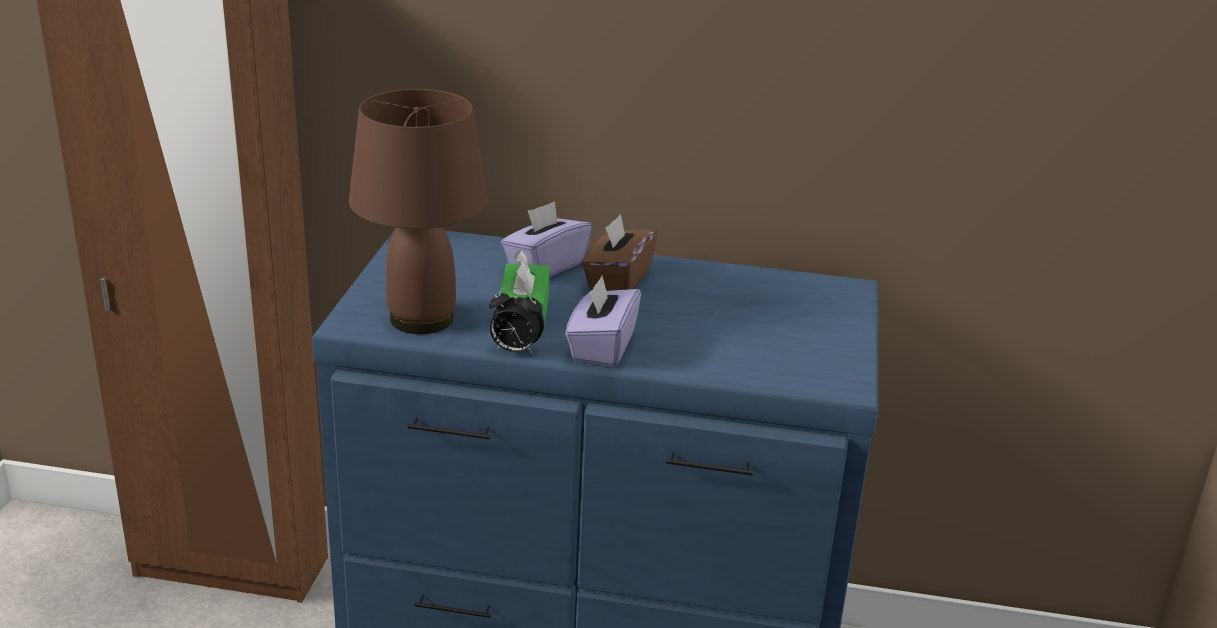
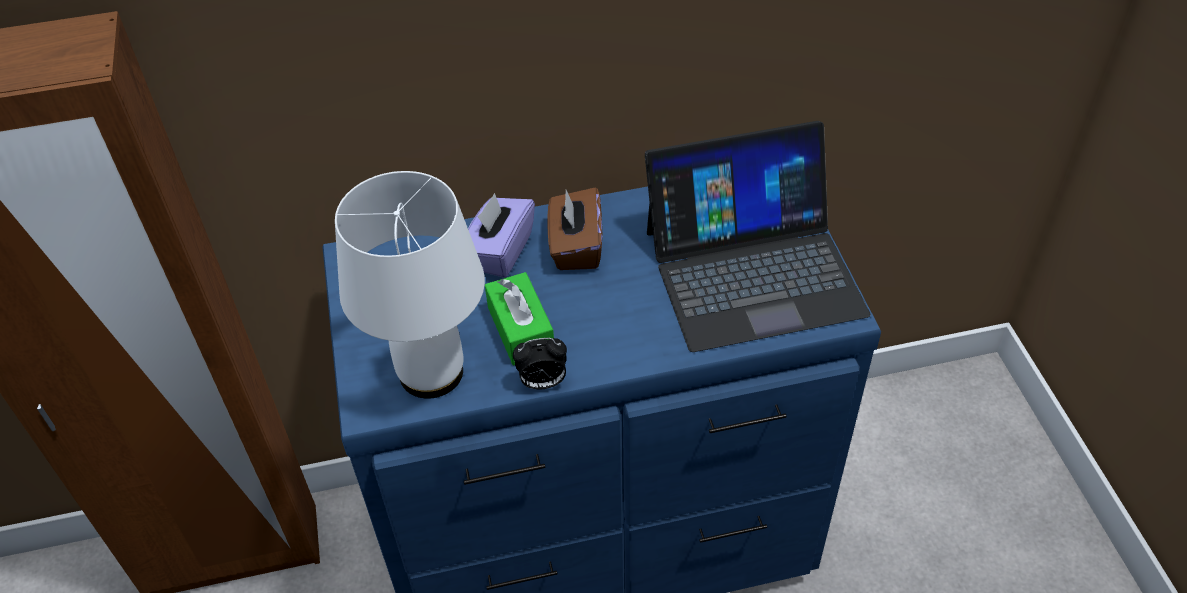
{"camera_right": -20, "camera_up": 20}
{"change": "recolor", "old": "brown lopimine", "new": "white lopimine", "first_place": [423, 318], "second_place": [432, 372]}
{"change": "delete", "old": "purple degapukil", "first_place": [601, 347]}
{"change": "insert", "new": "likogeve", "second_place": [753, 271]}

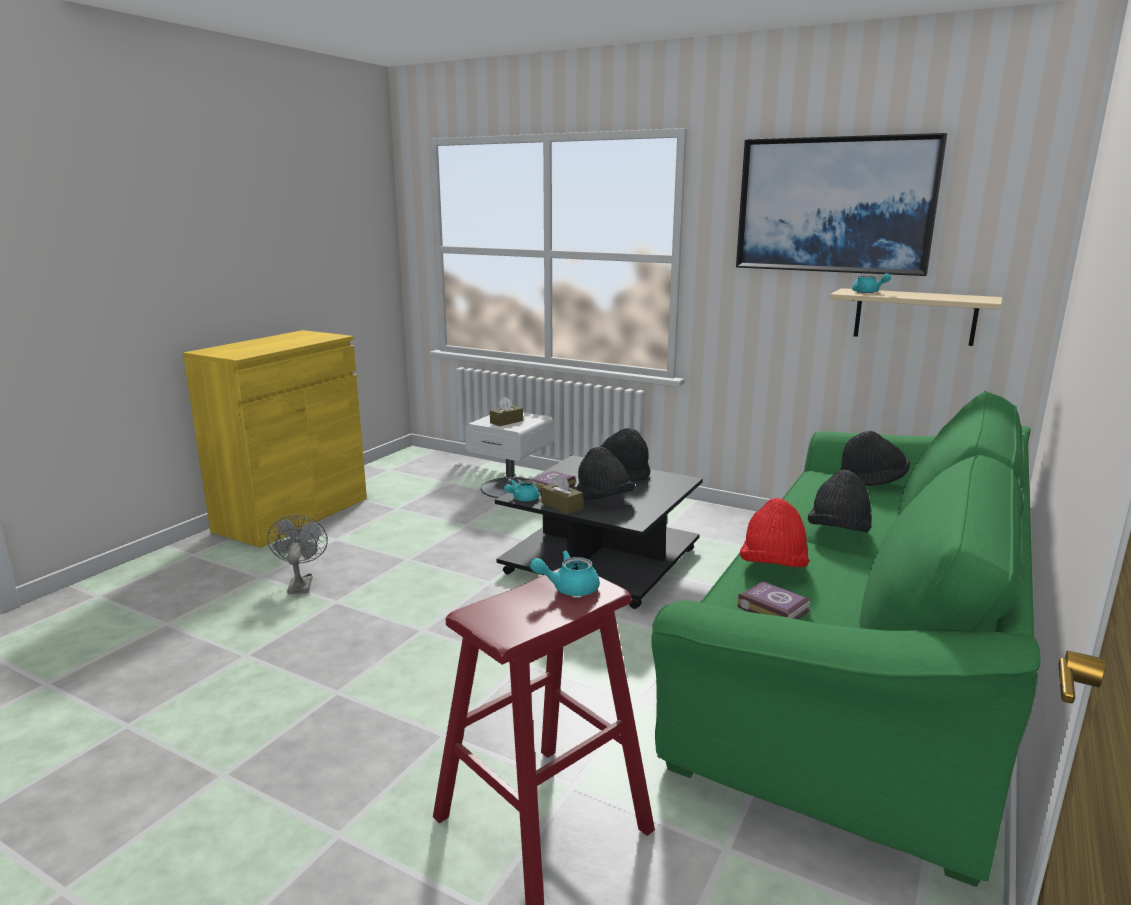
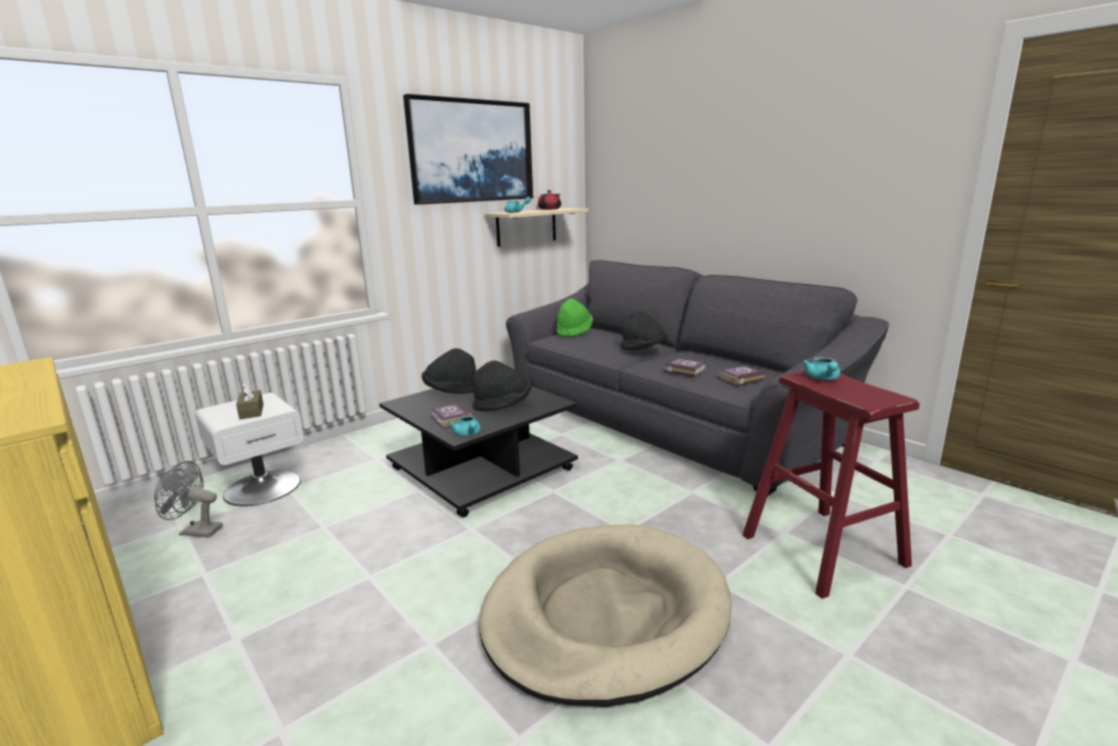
{"camera_right": -70, "camera_up": 0}
{"change": "move", "old": "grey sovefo", "first_place": [300, 583], "second_place": [195, 531]}
{"change": "delete", "old": "brown degapukil", "first_place": [561, 505]}
{"change": "recolor", "old": "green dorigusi", "new": "grey dorigusi", "first_place": [862, 657], "second_place": [666, 417]}
{"change": "replace", "old": "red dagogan", "new": "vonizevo", "first_place": [772, 567], "second_place": [685, 370]}
{"change": "recolor", "old": "black dagogan", "new": "green dagogan", "first_place": [871, 482], "second_place": [574, 332]}
{"change": "insert", "new": "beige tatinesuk", "second_place": [605, 615]}
{"change": "insert", "new": "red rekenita", "second_place": [550, 209]}

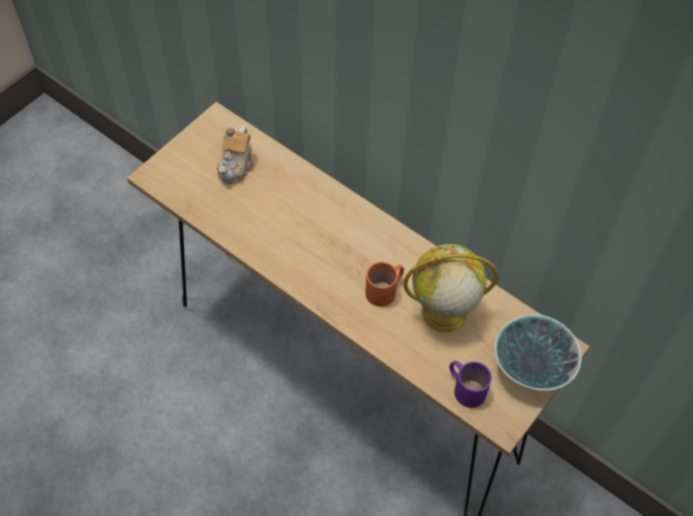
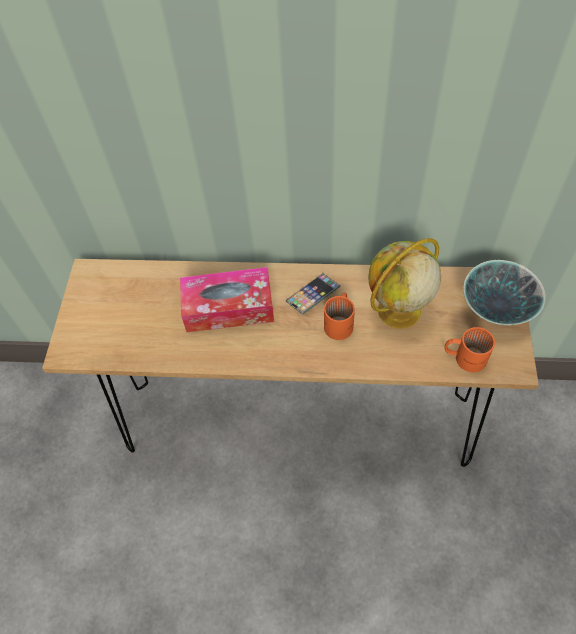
{"camera_right": -30, "camera_up": 0}
{"change": "delete", "old": "rekenita", "first_place": [236, 166]}
{"change": "recolor", "old": "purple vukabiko", "new": "orange vukabiko", "first_place": [466, 387], "second_place": [464, 356]}
{"change": "insert", "new": "degapukil", "second_place": [229, 308]}
{"change": "insert", "new": "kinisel", "second_place": [313, 295]}

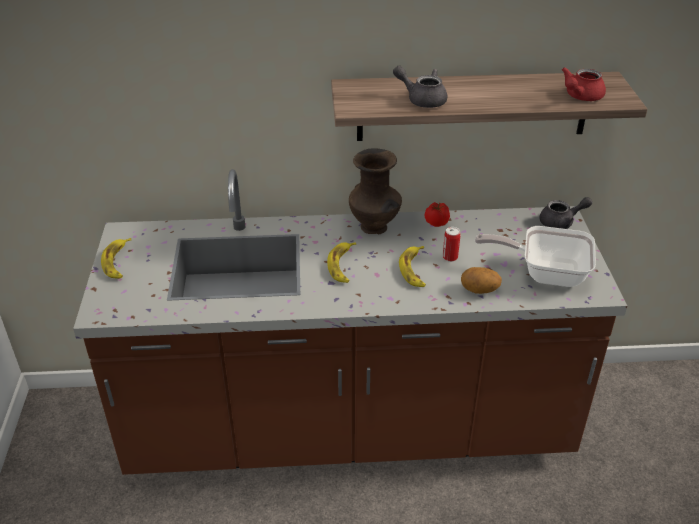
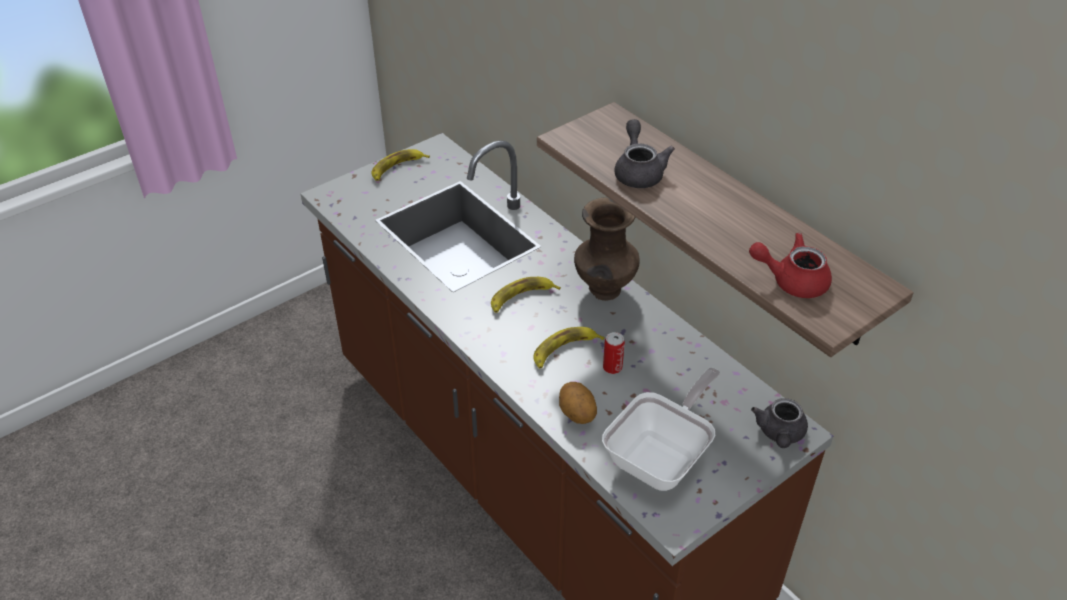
{"camera_right": 55, "camera_up": 5}
{"change": "delete", "old": "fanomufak", "first_place": [436, 222]}
{"change": "rotate", "old": "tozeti", "first_place": [545, 273], "second_place": [662, 457], "degrees": 60}
{"change": "rotate", "old": "grey rekenita", "first_place": [561, 222], "second_place": [779, 434], "degrees": 60}

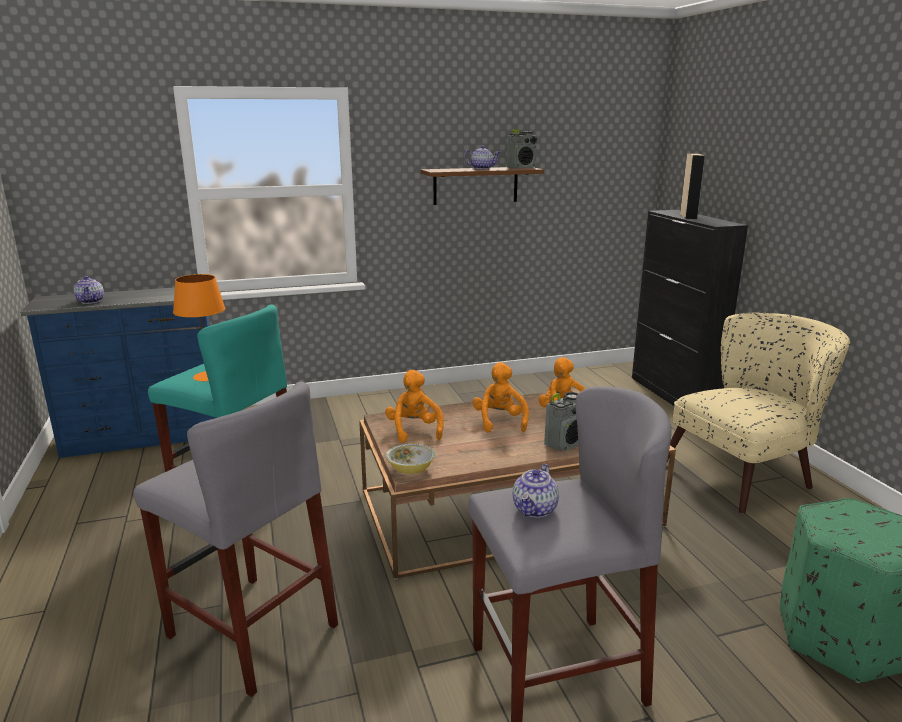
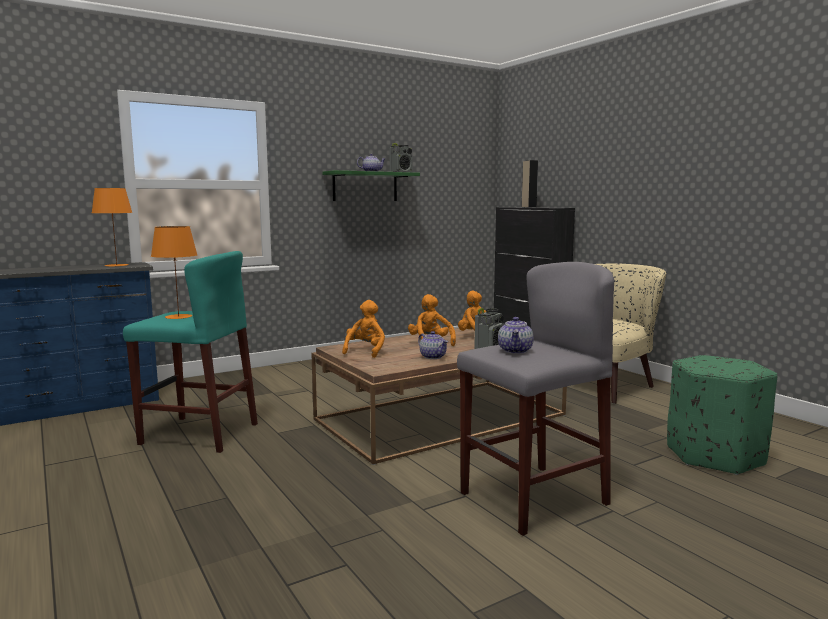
{"camera_right": -15, "camera_up": -10}
{"change": "move", "old": "rekenita", "first_place": [91, 301], "second_place": [433, 356]}
{"change": "delete", "old": "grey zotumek", "first_place": [252, 630]}
{"change": "rotate", "old": "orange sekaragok", "first_place": [414, 430], "second_place": [365, 351], "degrees": 45}
{"change": "delete", "old": "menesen", "first_place": [411, 469]}
{"change": "recolor", "old": "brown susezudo", "new": "green susezudo", "first_place": [475, 185], "second_place": [365, 186]}
{"change": "insert", "new": "orange lopimine", "second_place": [116, 265]}

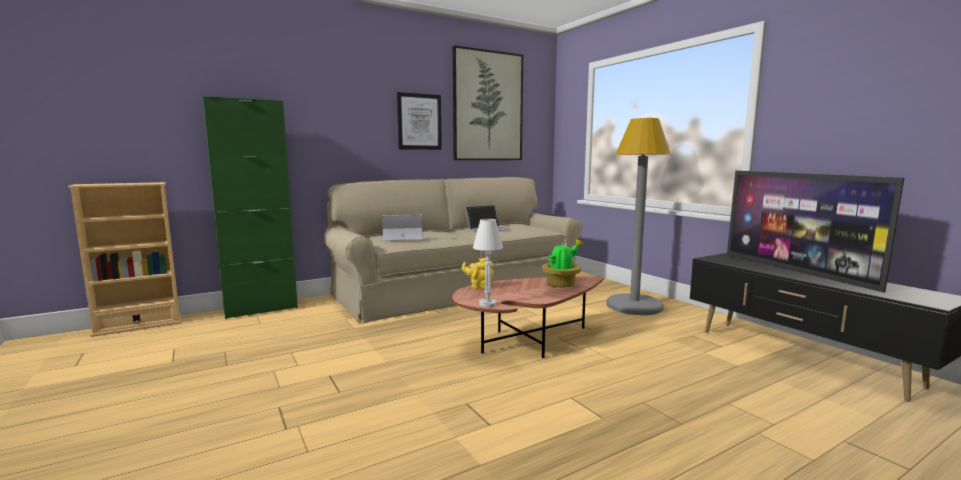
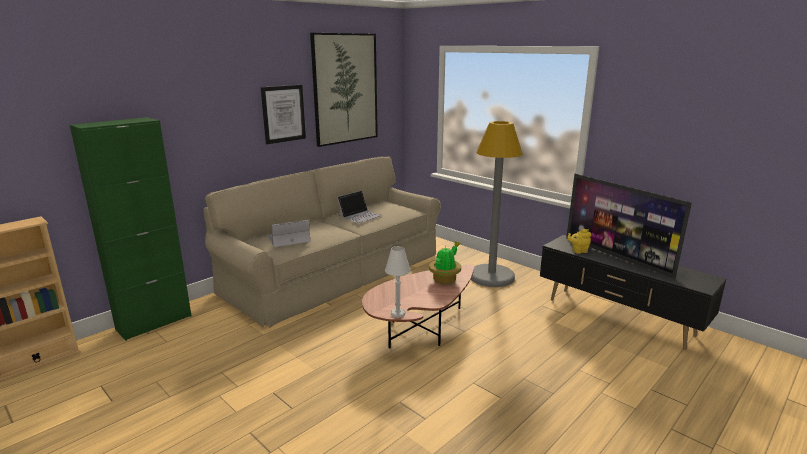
{"camera_right": -15, "camera_up": 10}
{"change": "move", "old": "yellow rekenita", "first_place": [479, 286], "second_place": [578, 251]}

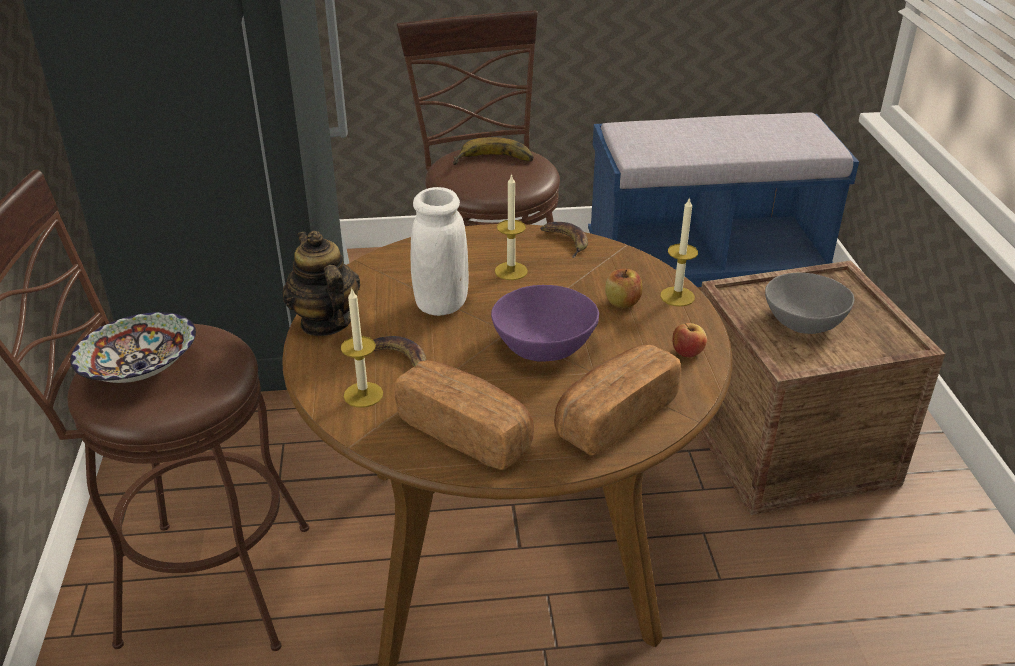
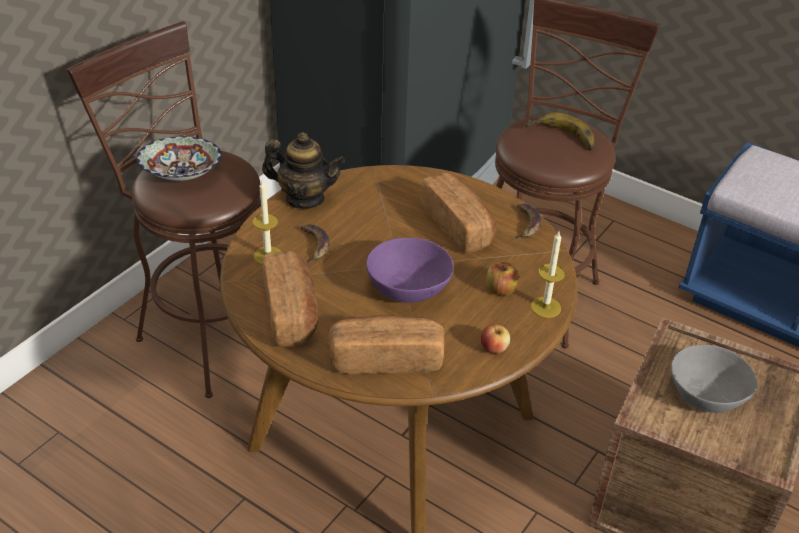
{"camera_right": 40, "camera_up": 5}
{"change": "rotate", "old": "rekenita", "first_place": [325, 322], "second_place": [304, 198], "degrees": 90}
{"change": "delete", "old": "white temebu", "first_place": [442, 304]}
{"change": "replace", "old": "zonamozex", "new": "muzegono", "first_place": [511, 271], "second_place": [458, 226]}

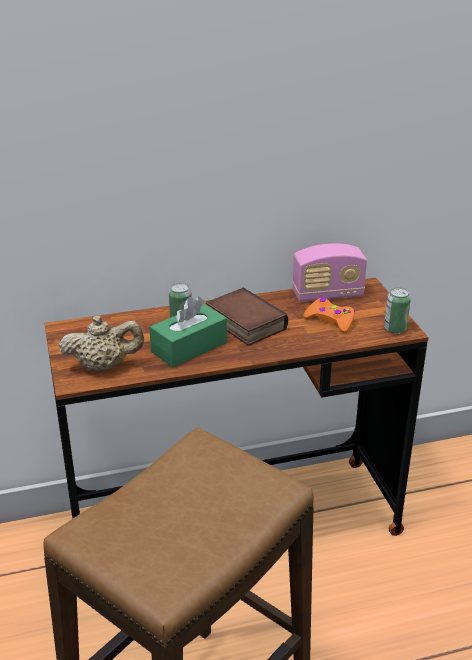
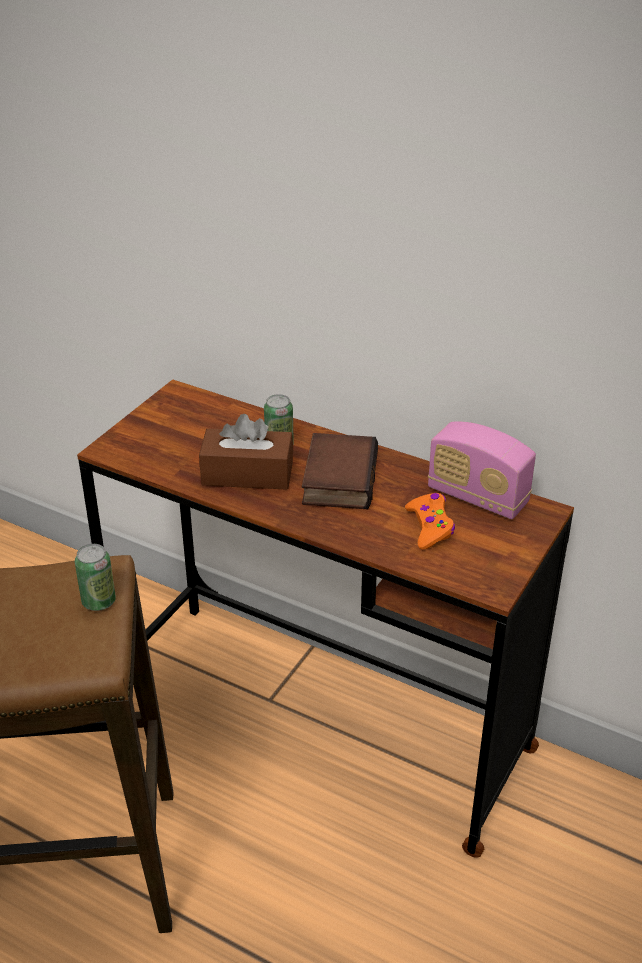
{"camera_right": 45, "camera_up": 5}
{"change": "delete", "old": "beige rekenita", "first_place": [104, 366]}
{"change": "recolor", "old": "green degapukil", "new": "brown degapukil", "first_place": [189, 347], "second_place": [247, 474]}
{"change": "move", "old": "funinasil", "first_place": [395, 329], "second_place": [99, 601]}

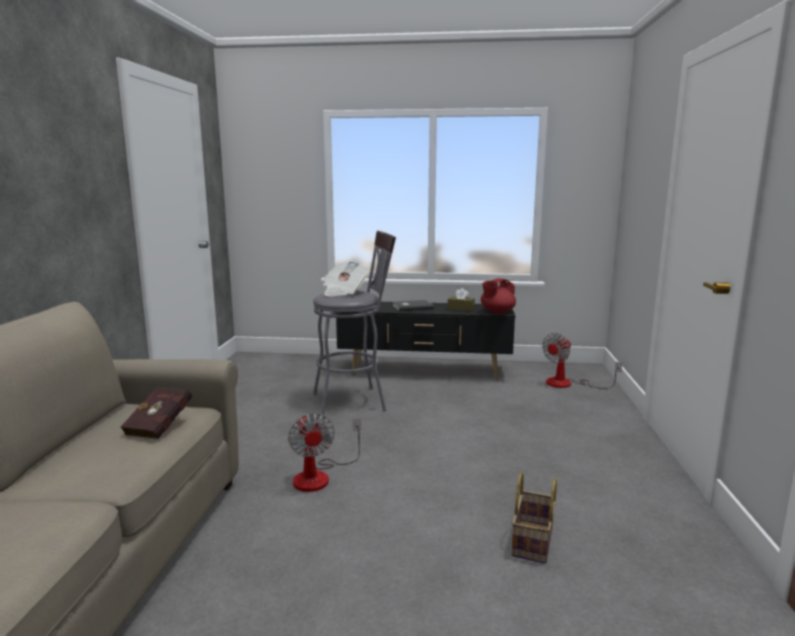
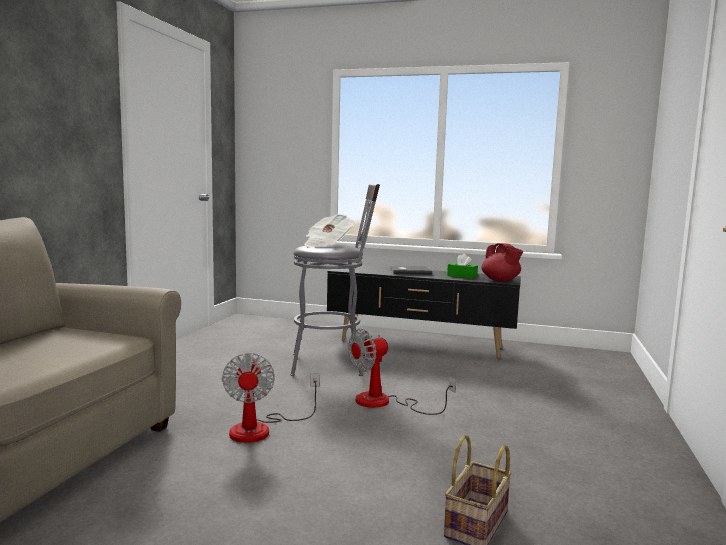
{"camera_right": 10, "camera_up": -5}
{"change": "delete", "old": "red vonizevo", "first_place": [162, 426]}
{"change": "recolor", "old": "brown degapukil", "new": "green degapukil", "first_place": [461, 308], "second_place": [462, 276]}
{"change": "rotate", "old": "red rekenita", "first_place": [497, 312], "second_place": [501, 281], "degrees": -90}
{"change": "move", "old": "sovefo", "first_place": [568, 384], "second_place": [385, 403]}

